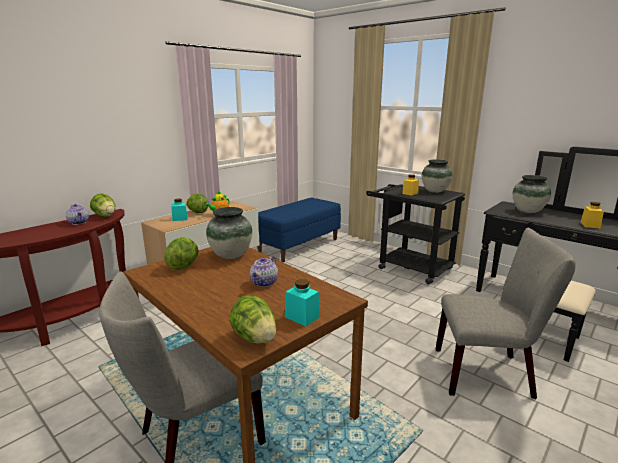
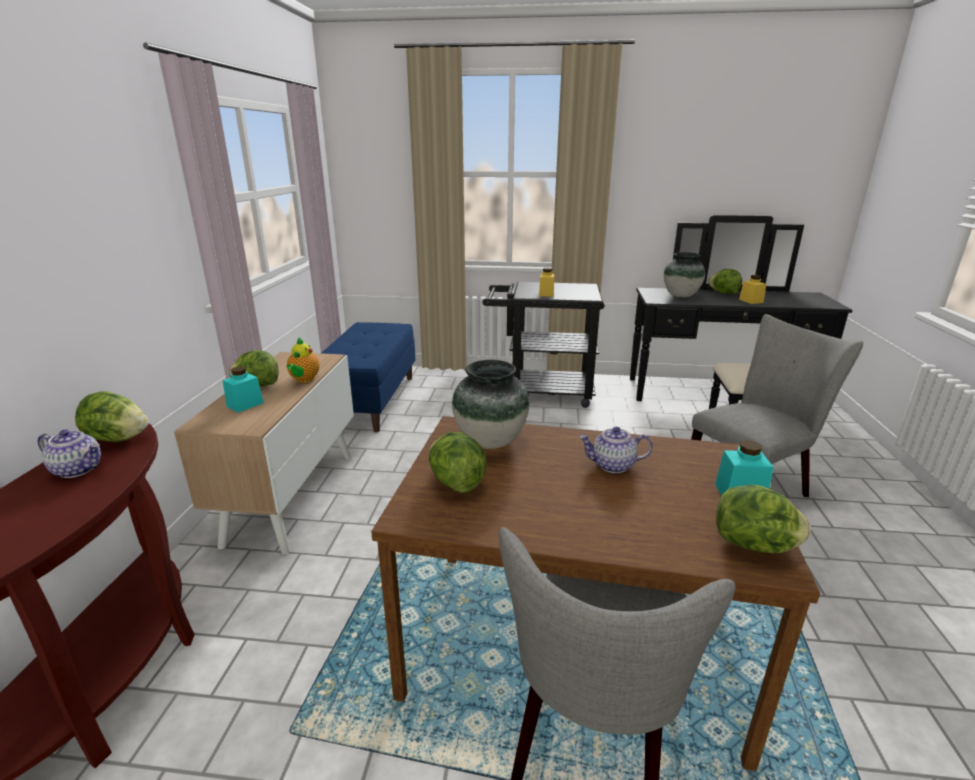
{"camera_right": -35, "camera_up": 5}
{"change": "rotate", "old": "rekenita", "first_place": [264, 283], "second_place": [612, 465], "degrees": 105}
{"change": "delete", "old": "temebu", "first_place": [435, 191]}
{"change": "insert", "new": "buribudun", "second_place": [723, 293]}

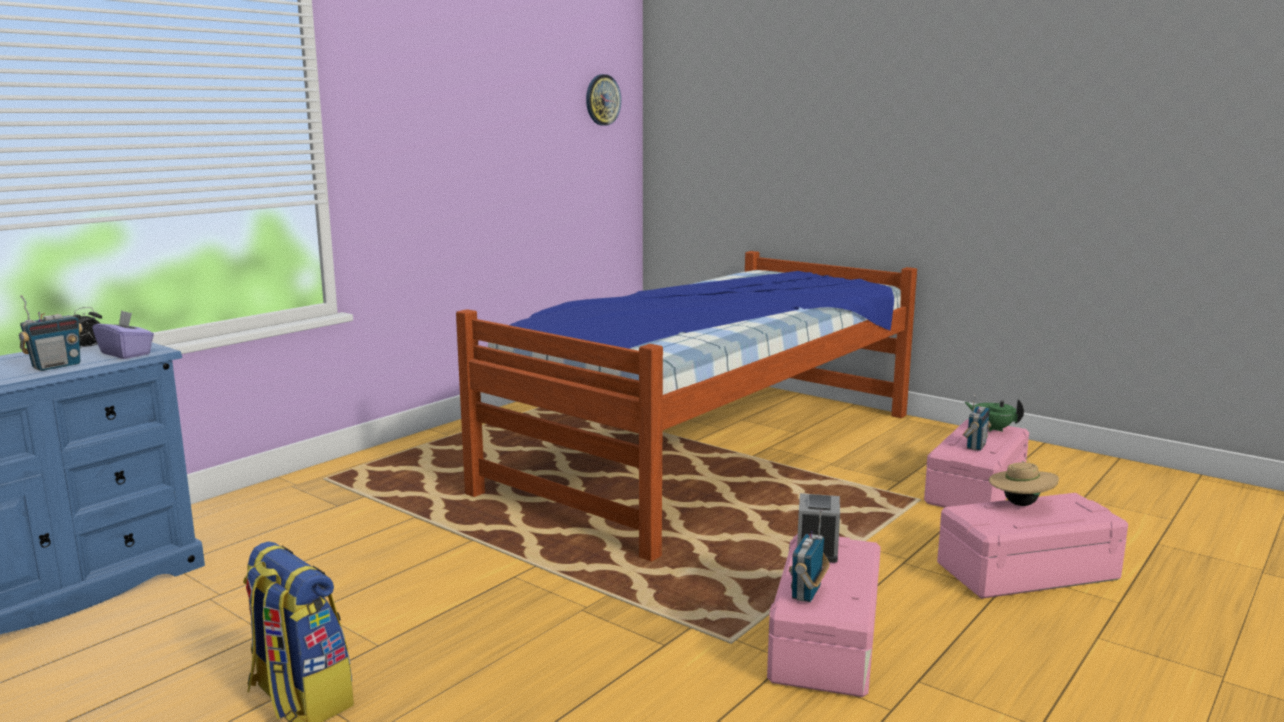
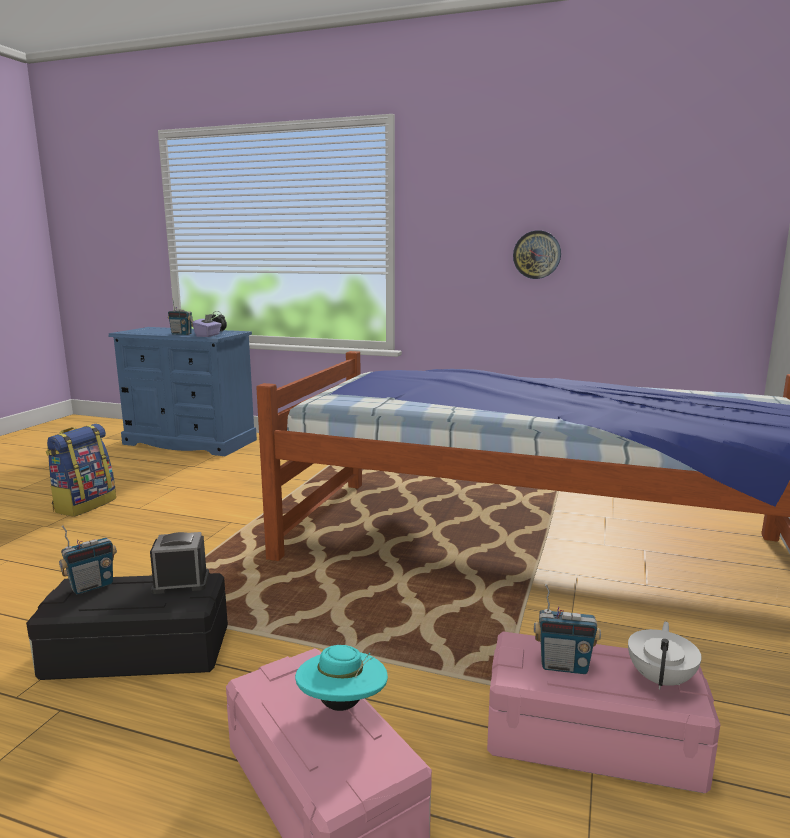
{"camera_right": 70, "camera_up": 0}
{"change": "move", "old": "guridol", "first_place": [602, 100], "second_place": [537, 254]}
{"change": "recolor", "old": "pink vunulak", "new": "black vunulak", "first_place": [827, 641], "second_place": [136, 653]}
{"change": "rotate", "old": "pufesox", "first_place": [807, 592], "second_place": [92, 586], "degrees": 135}
{"change": "recolor", "old": "green rekenita", "new": "white rekenita", "first_place": [992, 429], "second_place": [661, 679]}
{"change": "recolor", "old": "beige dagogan", "new": "turquoise dagogan", "first_place": [1020, 504], "second_place": [342, 704]}

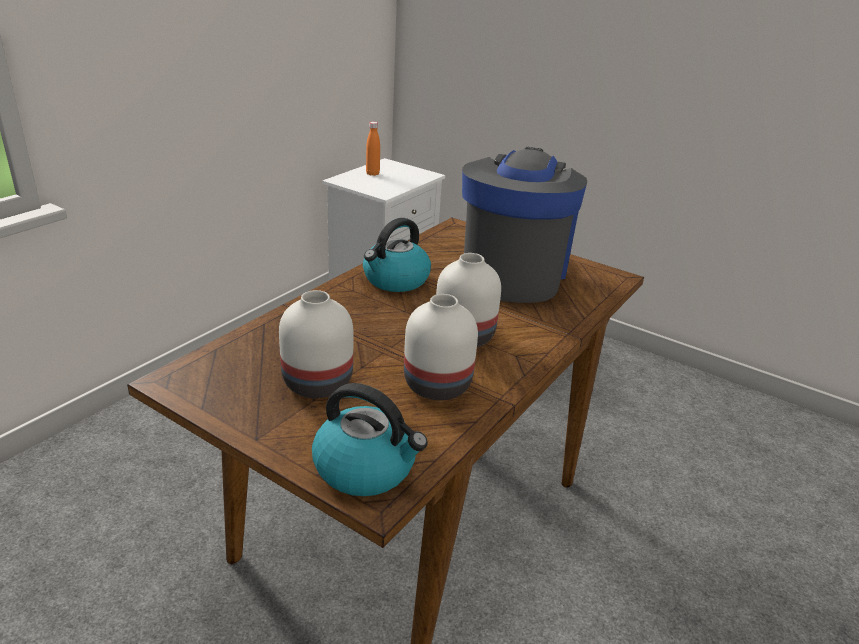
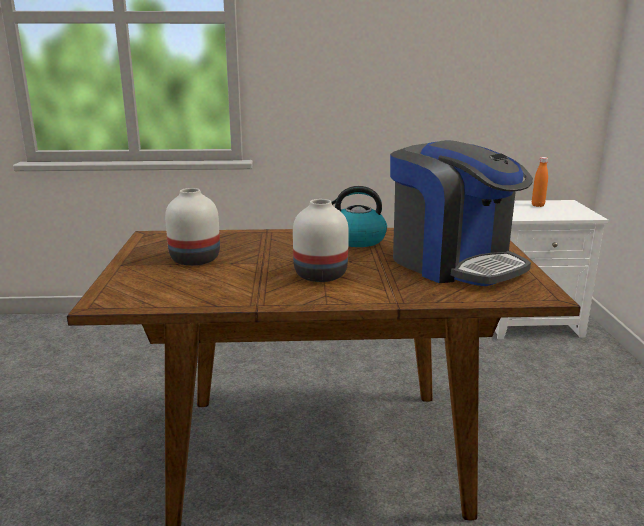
{"camera_right": 55, "camera_up": -10}
{"change": "delete", "old": "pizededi", "first_place": [366, 468]}
{"change": "delete", "old": "white temebu", "first_place": [436, 386]}
{"change": "rotate", "old": "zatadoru", "first_place": [512, 272], "second_place": [453, 263], "degrees": 75}

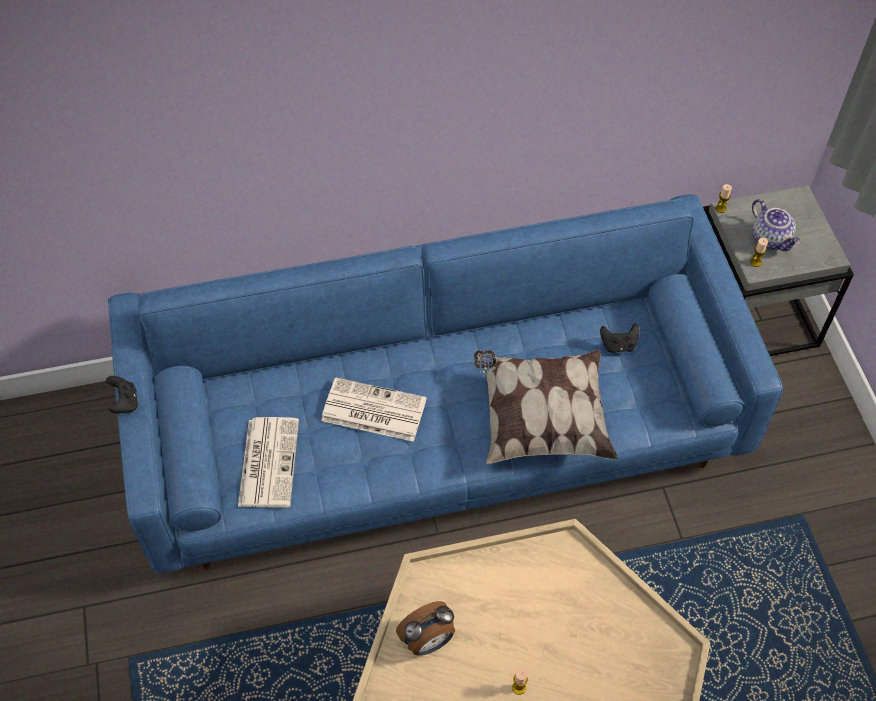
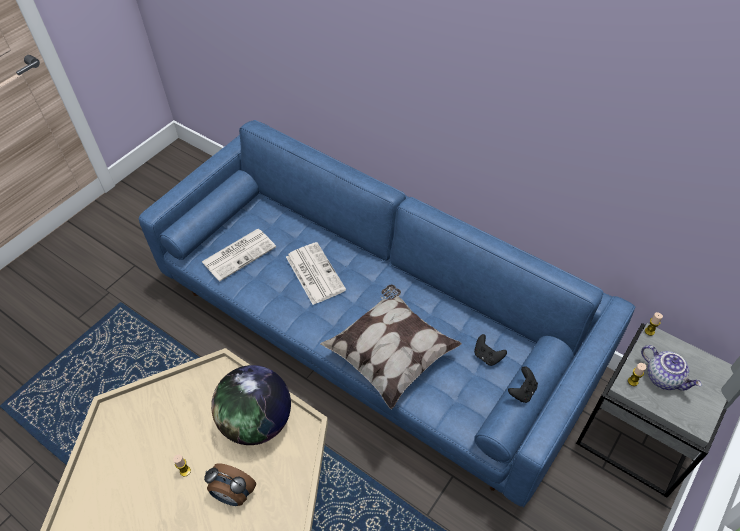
{"camera_right": 50, "camera_up": -5}
{"change": "move", "old": "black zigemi", "first_place": [125, 402], "second_place": [522, 391]}
{"change": "move", "old": "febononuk", "first_place": [428, 641], "second_place": [233, 495]}
{"change": "rotate", "old": "rekenita", "first_place": [771, 239], "second_place": [664, 377], "degrees": -60}
{"change": "insert", "new": "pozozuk", "second_place": [257, 422]}

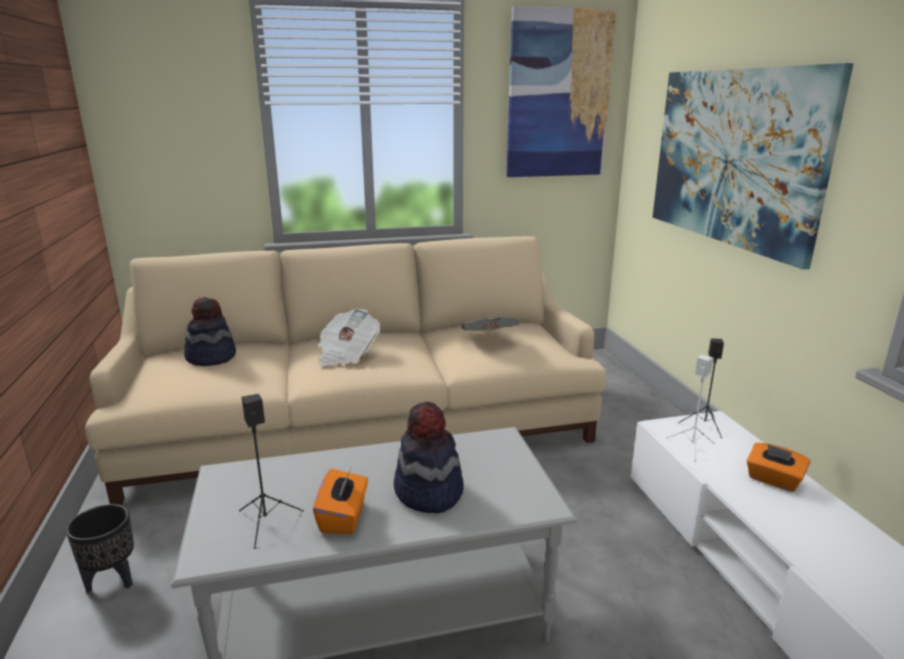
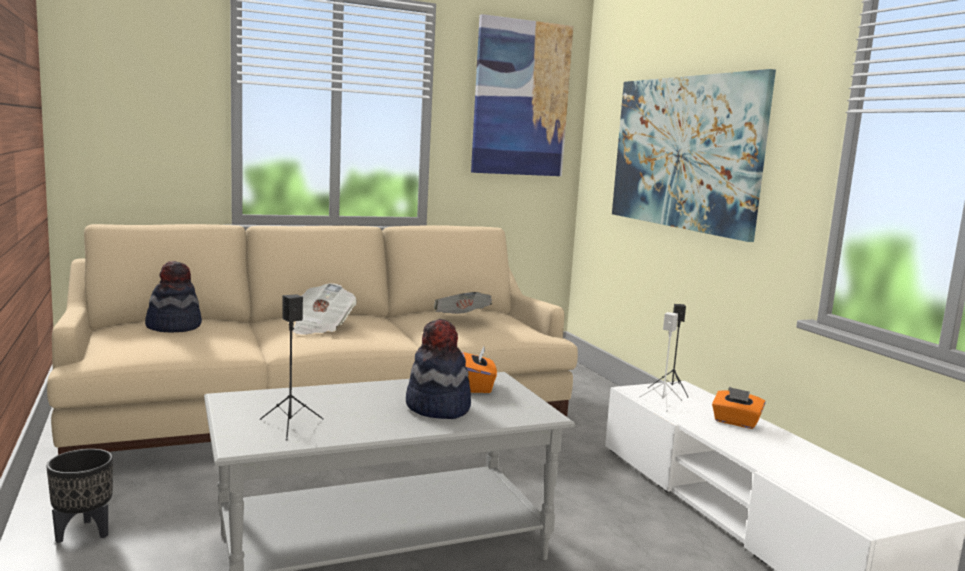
{"camera_right": -10, "camera_up": -10}
{"change": "move", "old": "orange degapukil", "first_place": [344, 517], "second_place": [476, 386]}

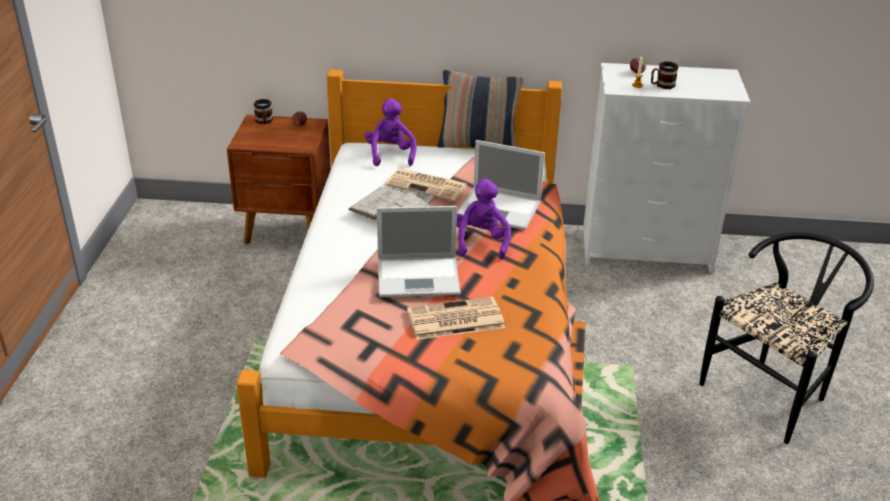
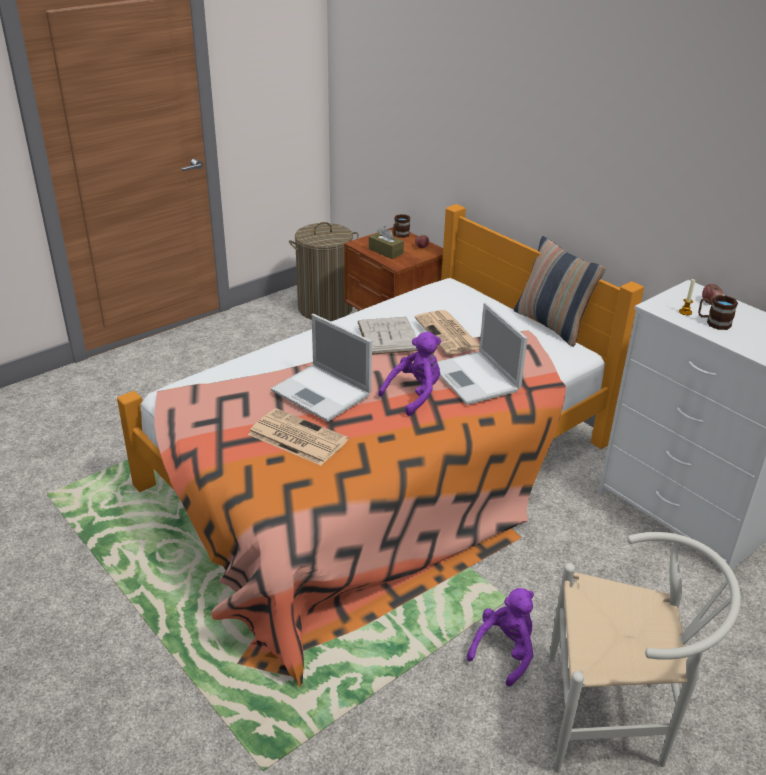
{"camera_right": 45, "camera_up": 0}
{"change": "move", "old": "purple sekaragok", "first_place": [390, 155], "second_place": [505, 651]}
{"change": "recolor", "old": "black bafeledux", "new": "white bafeledux", "first_place": [772, 392], "second_place": [614, 718]}
{"change": "insert", "new": "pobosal", "second_place": [325, 308]}
{"change": "insert", "new": "brown degapukil", "second_place": [385, 251]}

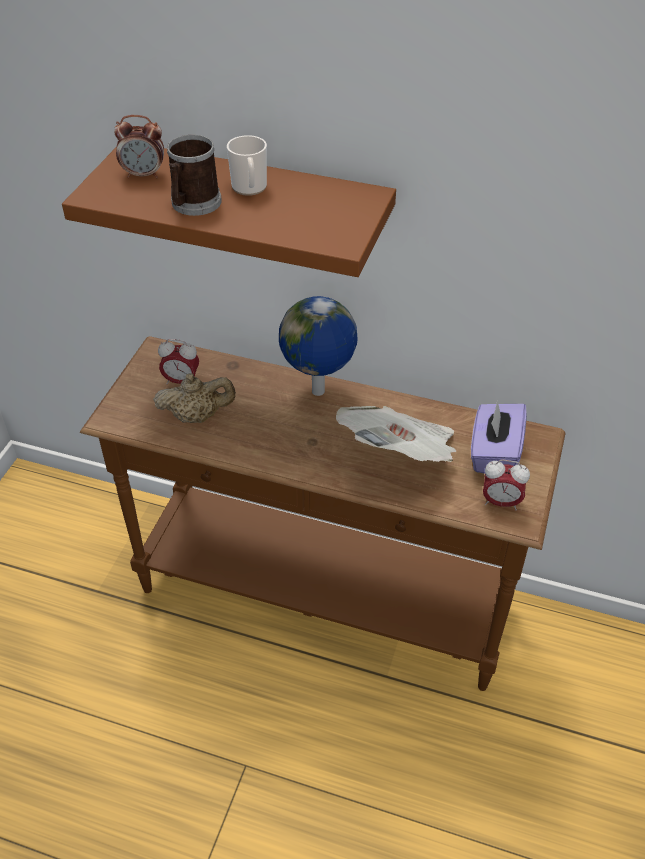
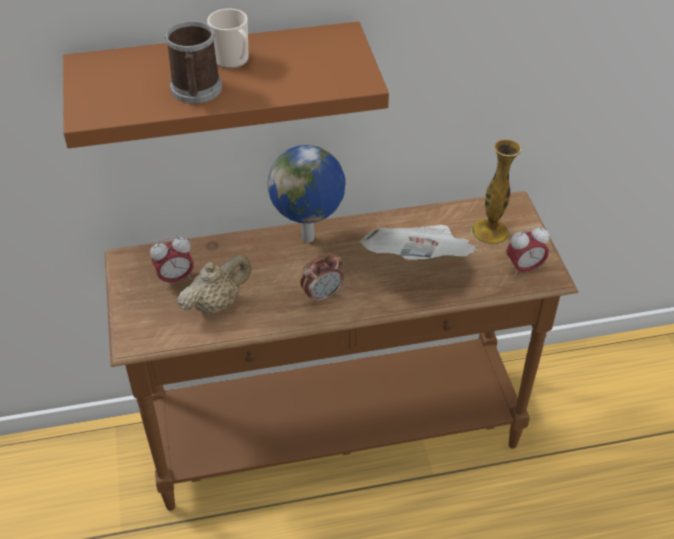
{"camera_right": -30, "camera_up": 0}
{"change": "move", "old": "febononuk", "first_place": [144, 175], "second_place": [322, 295]}
{"change": "replace", "old": "purple degapukil", "new": "temebu", "first_place": [494, 454], "second_place": [490, 232]}

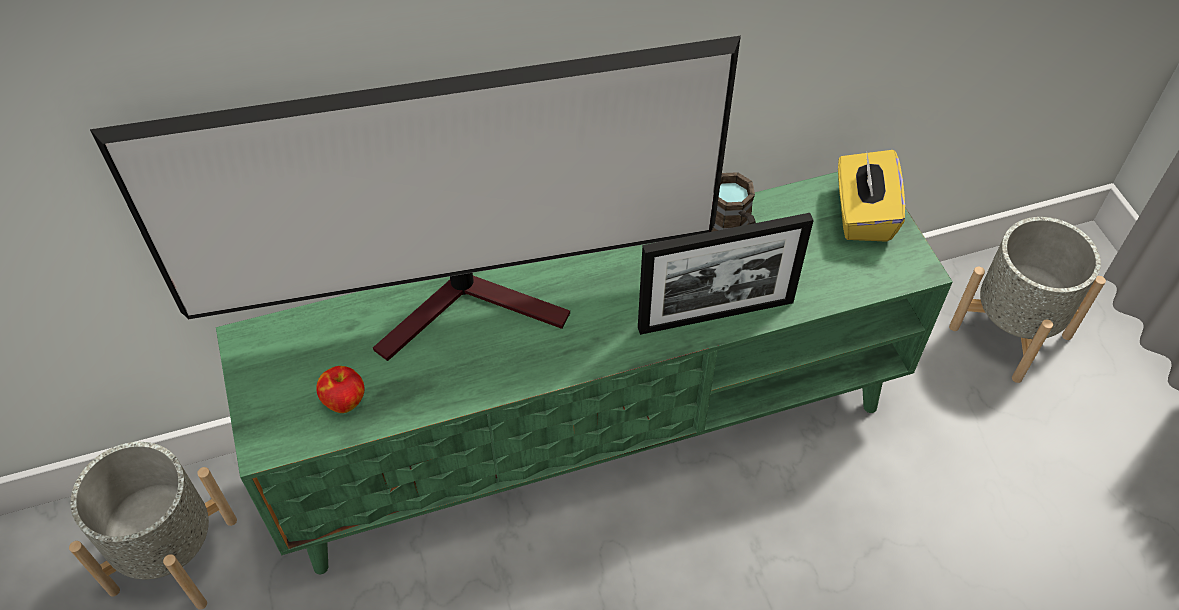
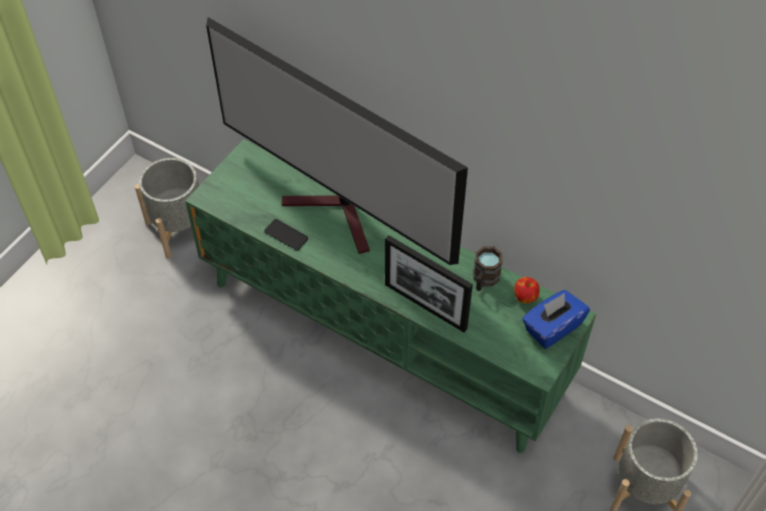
{"camera_right": 50, "camera_up": 0}
{"change": "move", "old": "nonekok", "first_place": [344, 400], "second_place": [525, 297]}
{"change": "recolor", "old": "yellow degapukil", "new": "blue degapukil", "first_place": [862, 214], "second_place": [552, 328]}
{"change": "insert", "new": "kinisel", "second_place": [286, 235]}

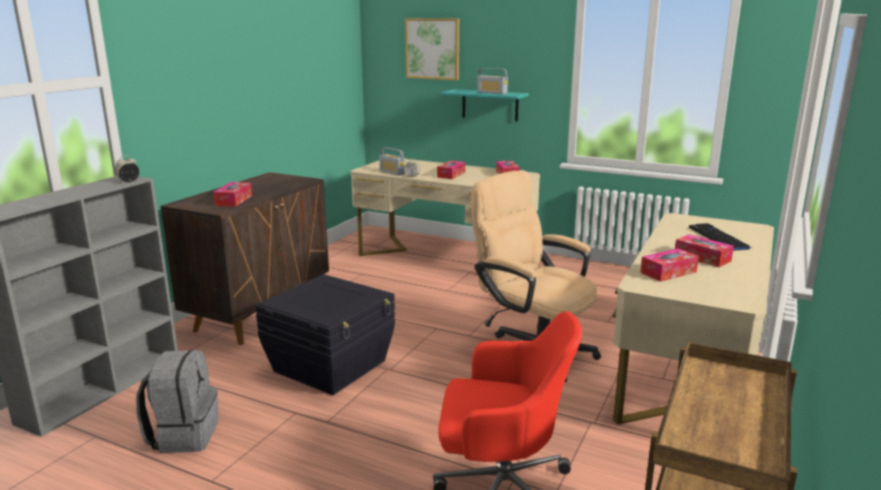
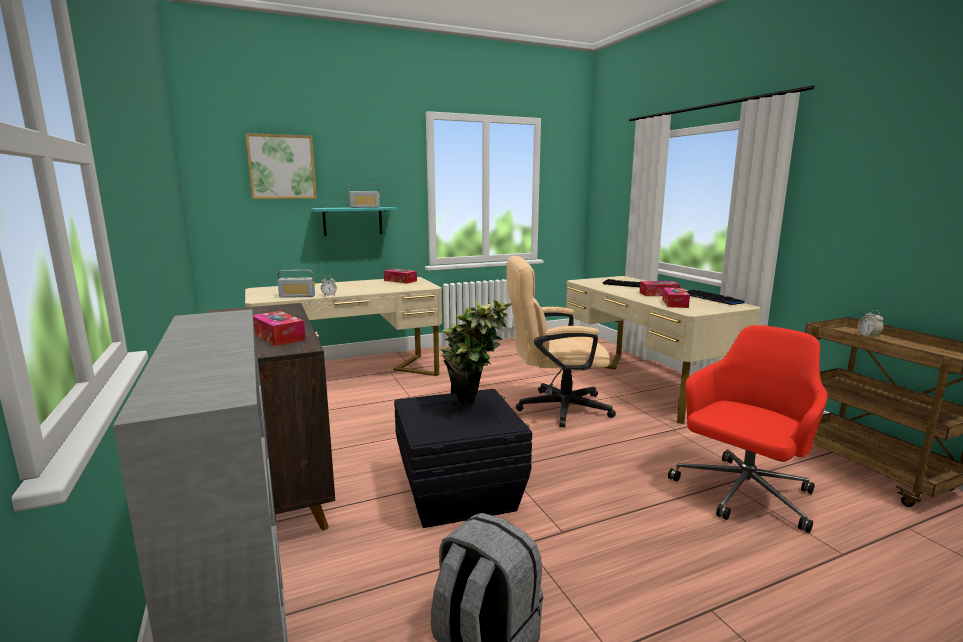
{"camera_right": -50, "camera_up": -5}
{"change": "move", "old": "febononuk", "first_place": [128, 181], "second_place": [868, 336]}
{"change": "delete", "old": "degapukil", "first_place": [451, 175]}
{"change": "insert", "new": "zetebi", "second_place": [475, 411]}
{"change": "insert", "new": "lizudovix", "second_place": [711, 298]}

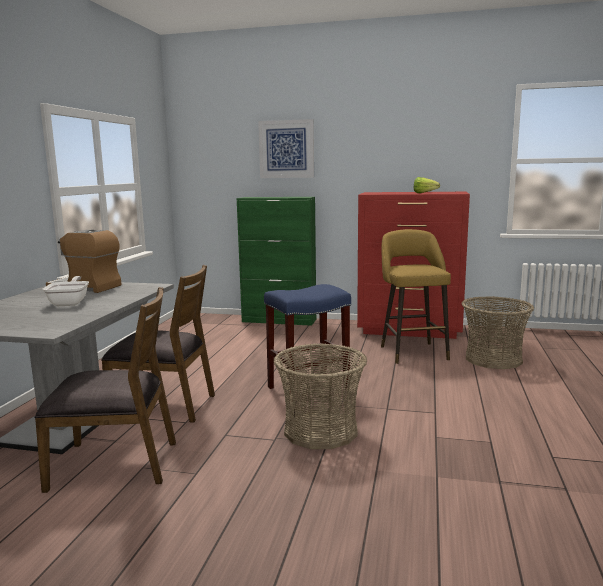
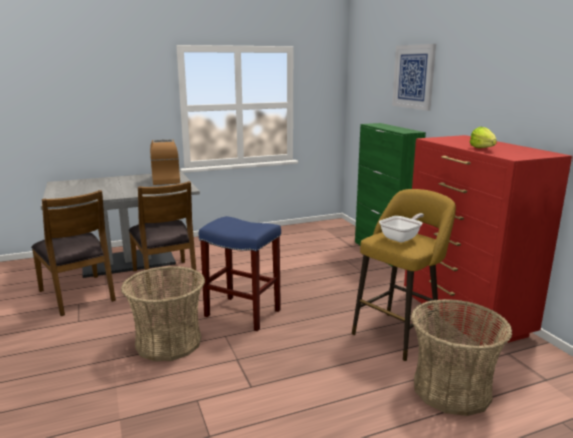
{"camera_right": 55, "camera_up": 5}
{"change": "move", "old": "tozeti", "first_place": [70, 303], "second_place": [402, 238]}

